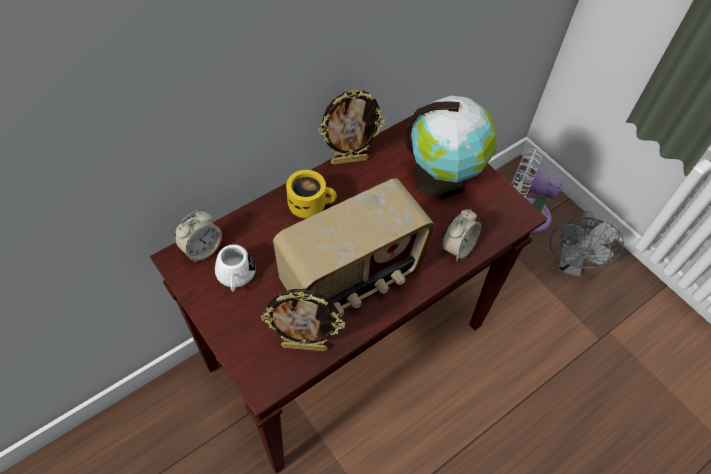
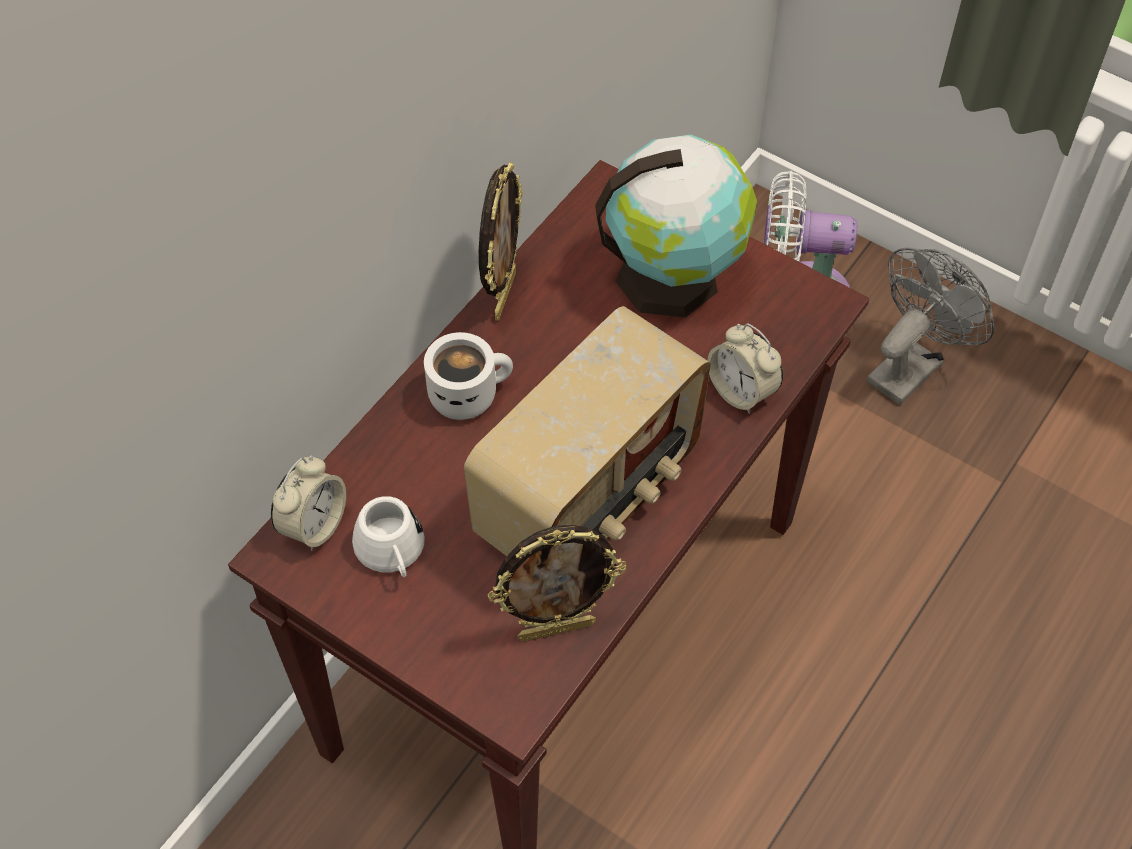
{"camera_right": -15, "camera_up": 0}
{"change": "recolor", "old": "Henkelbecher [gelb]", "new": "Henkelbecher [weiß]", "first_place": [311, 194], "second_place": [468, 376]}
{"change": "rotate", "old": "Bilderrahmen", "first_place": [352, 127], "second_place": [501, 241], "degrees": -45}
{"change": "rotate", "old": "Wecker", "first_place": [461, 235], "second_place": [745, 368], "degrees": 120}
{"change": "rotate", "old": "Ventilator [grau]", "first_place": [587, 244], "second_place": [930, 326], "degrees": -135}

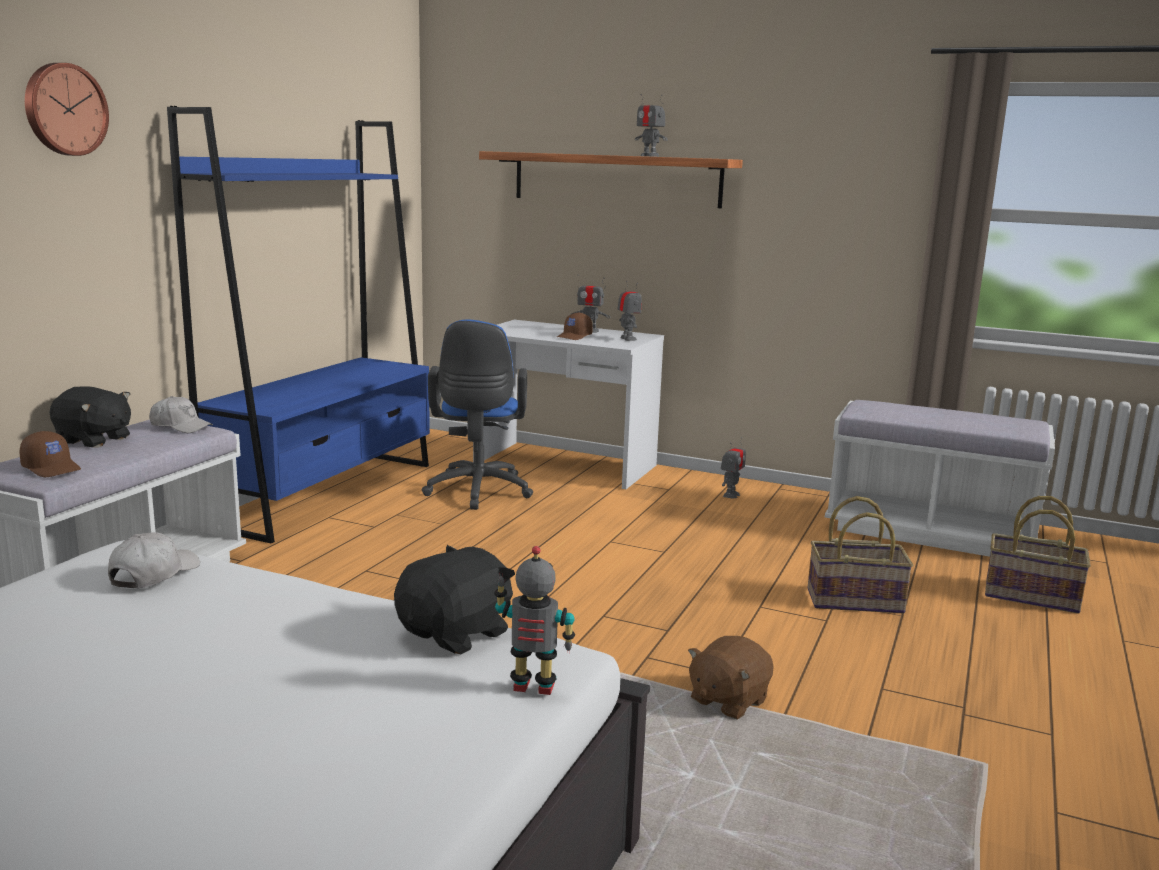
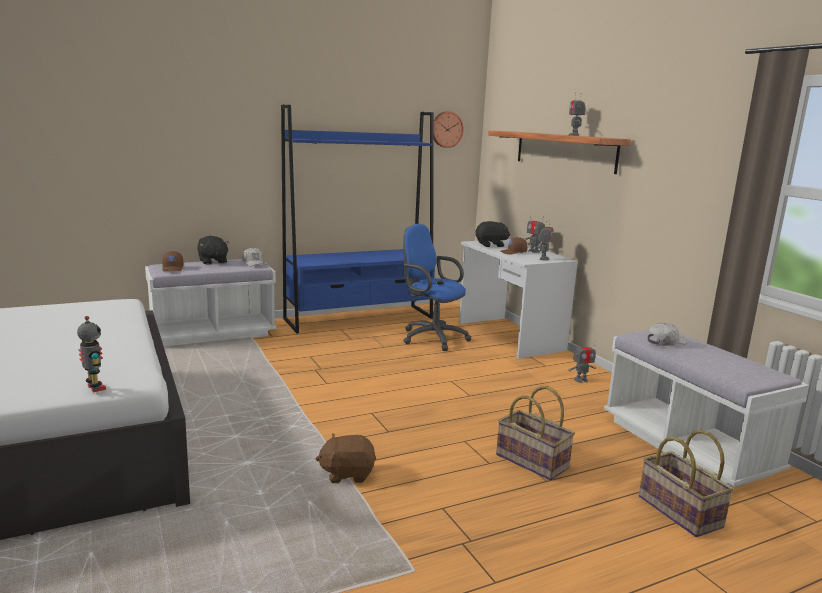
{"camera_right": 40, "camera_up": 0}
{"change": "move", "old": "Wanduhr", "first_place": [67, 109], "second_place": [449, 130]}
{"change": "move", "old": "Kappe [weiß]", "first_place": [154, 560], "second_place": [667, 334]}
{"change": "move", "old": "Plüschtier [schwarz]", "first_place": [454, 599], "second_place": [492, 234]}
{"change": "rotate", "old": "Bürostuhl [blau]", "first_place": [477, 414], "second_place": [437, 287], "degrees": 90}

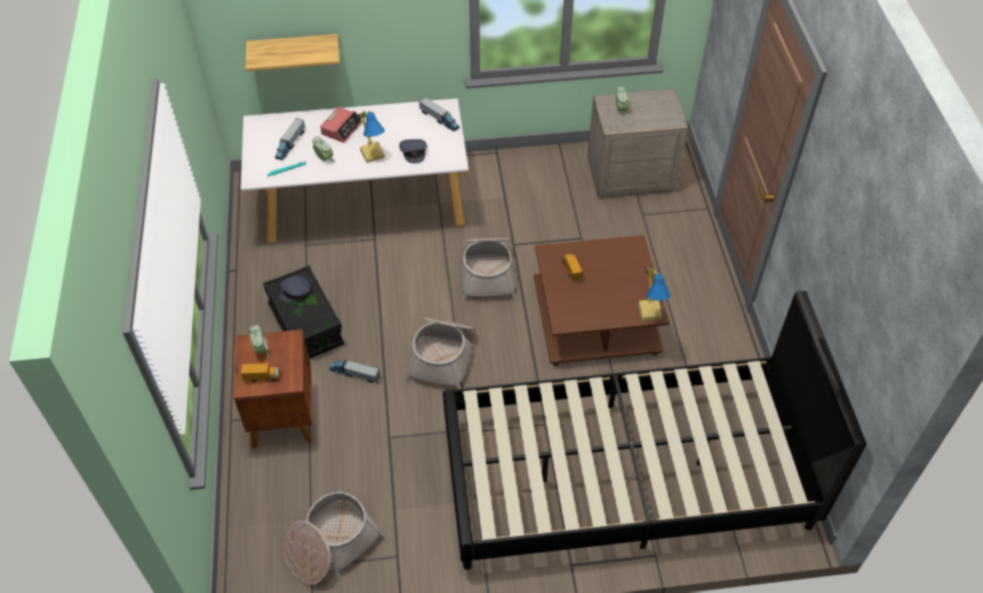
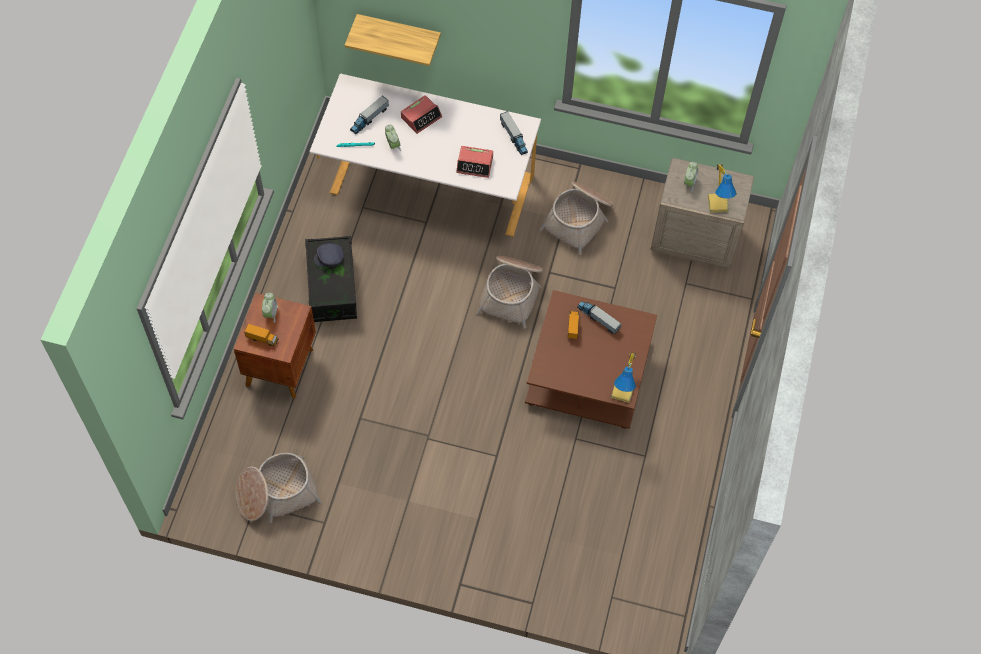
{"camera_right": 20, "camera_up": 10}
{"change": "move", "old": "Spielzeuglaster", "first_place": [354, 371], "second_place": [599, 318]}
{"change": "move", "old": "Tischlampe", "first_place": [371, 137], "second_place": [722, 188]}
{"change": "replace", "old": "Kappe [grau]", "new": "Wecker", "first_place": [413, 151], "second_place": [474, 162]}
{"change": "move", "old": "Korb", "first_place": [440, 353], "second_place": [576, 218]}
{"change": "delete", "old": "Bett [schwarz]", "first_place": [654, 430]}

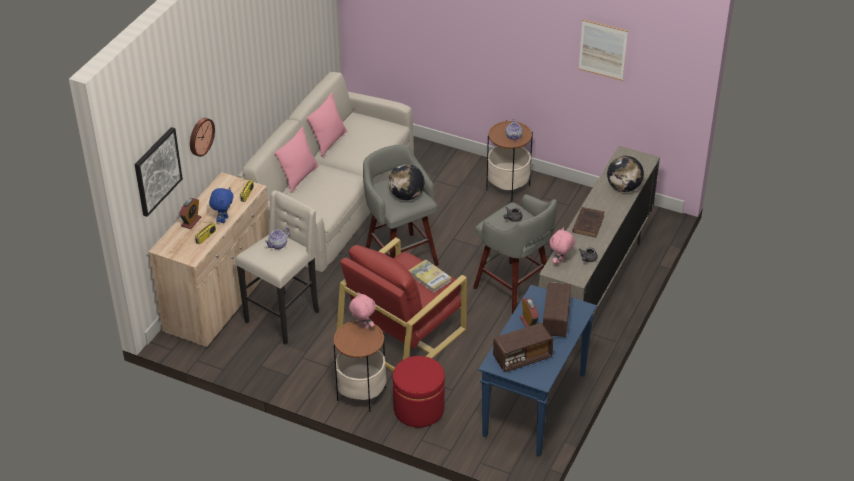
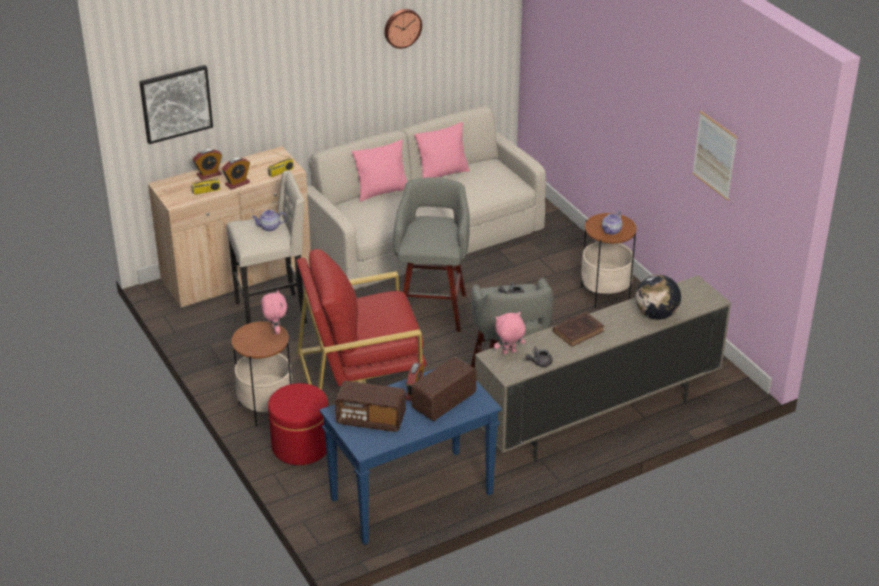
{"camera_right": 35, "camera_up": -5}
{"change": "move", "old": "Wanduhr", "first_place": [202, 137], "second_place": [403, 29]}
{"change": "replace", "old": "Plüschtier [blau]", "new": "Wecker", "first_place": [221, 205], "second_place": [236, 173]}
{"change": "delete", "old": "Globus", "first_place": [406, 182]}
{"change": "delete", "old": "Buch", "first_place": [429, 276]}

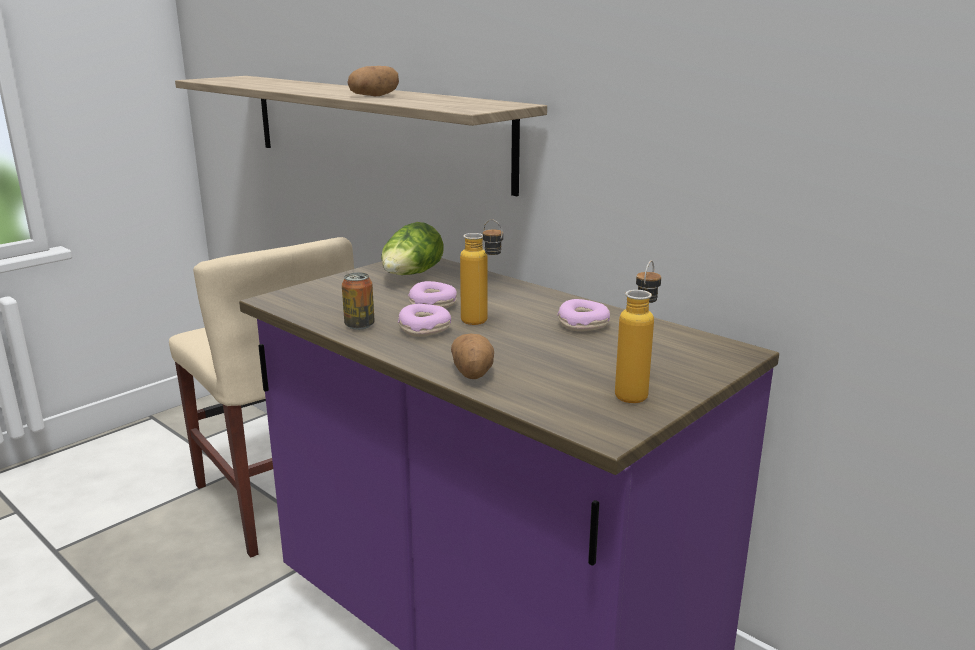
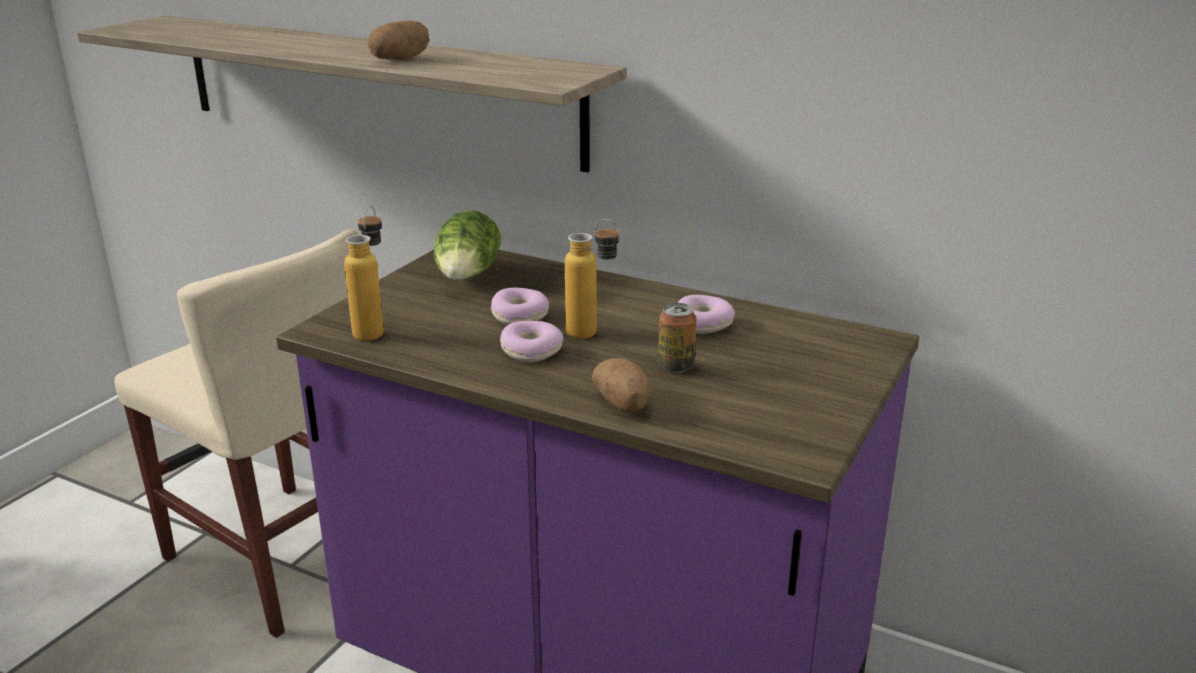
{"camera_right": -15, "camera_up": 5}
{"change": "move", "old": "Dose", "first_place": [358, 301], "second_place": [677, 338]}
{"change": "move", "old": "Flasche", "first_place": [638, 331], "second_place": [364, 273]}

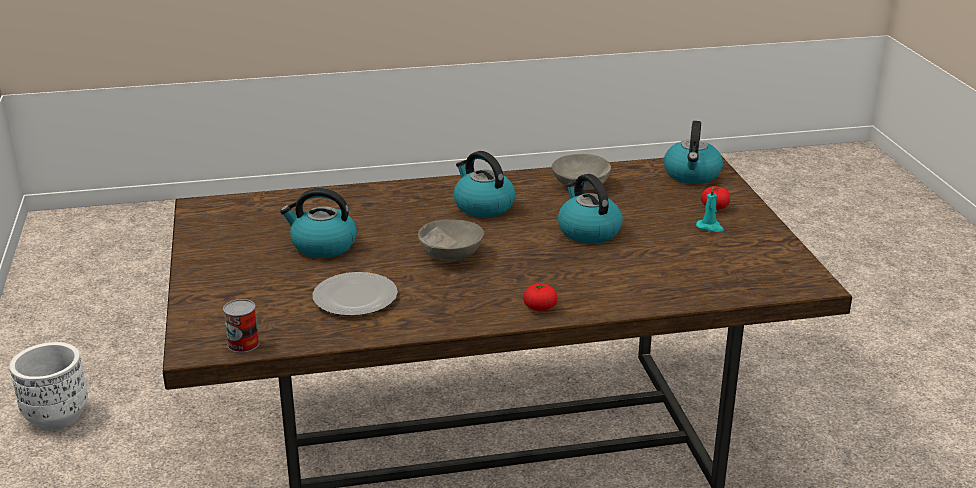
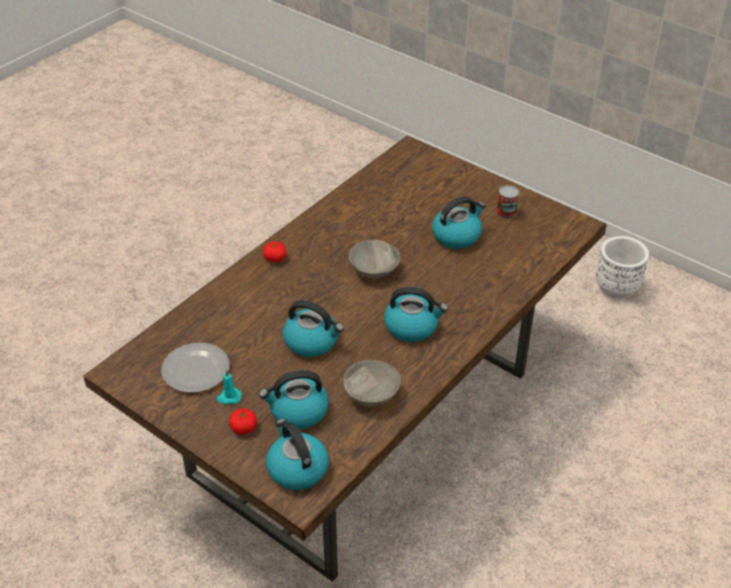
{"camera_right": 140, "camera_up": 15}
{"change": "move", "old": "Dose", "first_place": [241, 326], "second_place": [508, 202]}
{"change": "move", "old": "Teller", "first_place": [355, 294], "second_place": [195, 368]}
{"change": "insert", "new": "Wasserkessel", "second_place": [294, 399]}

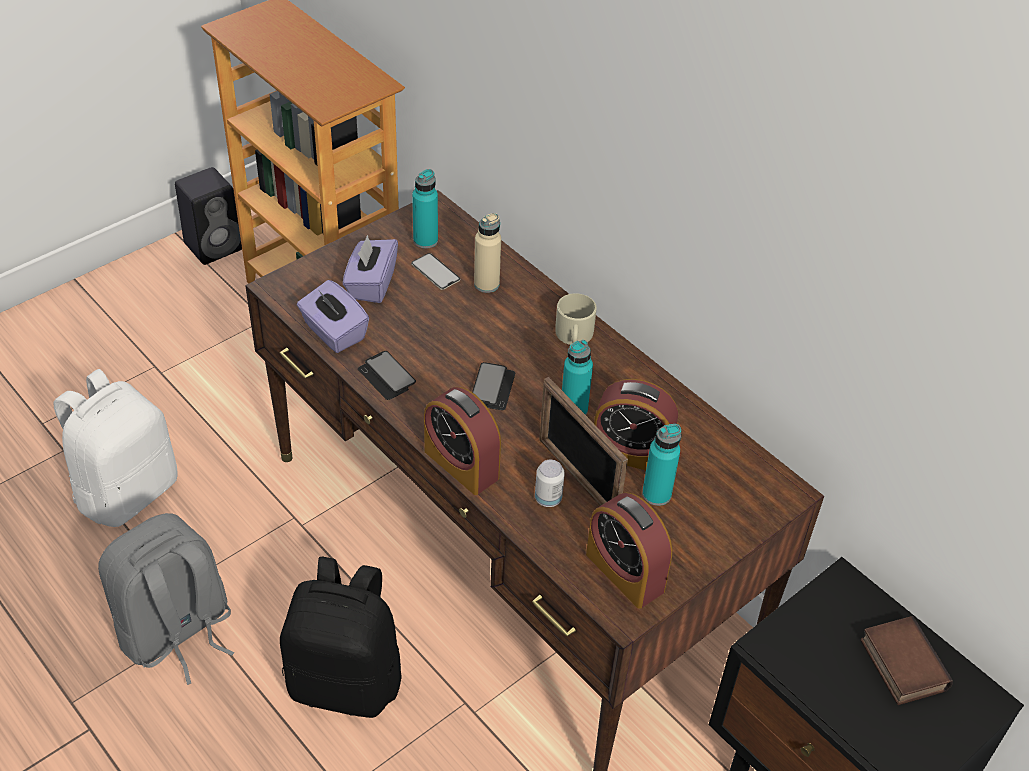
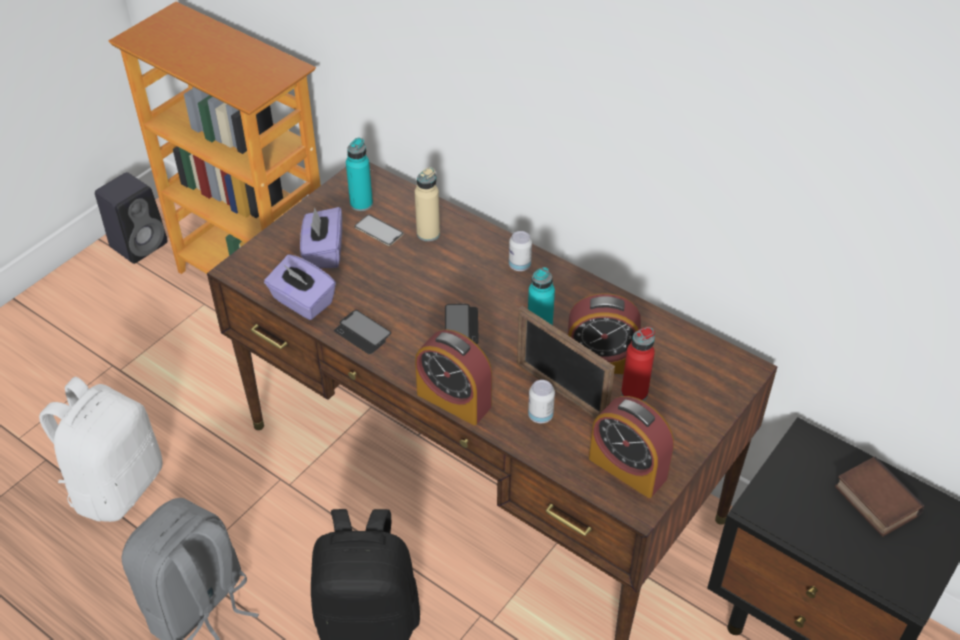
{"camera_right": -10, "camera_up": 0}
{"change": "replace", "old": "Henkelbecher [beige]", "new": "Dose", "first_place": [576, 319], "second_place": [520, 251]}
{"change": "recolor", "old": "Flasche [türkis]", "new": "Flasche [rot]", "first_place": [661, 465], "second_place": [638, 364]}

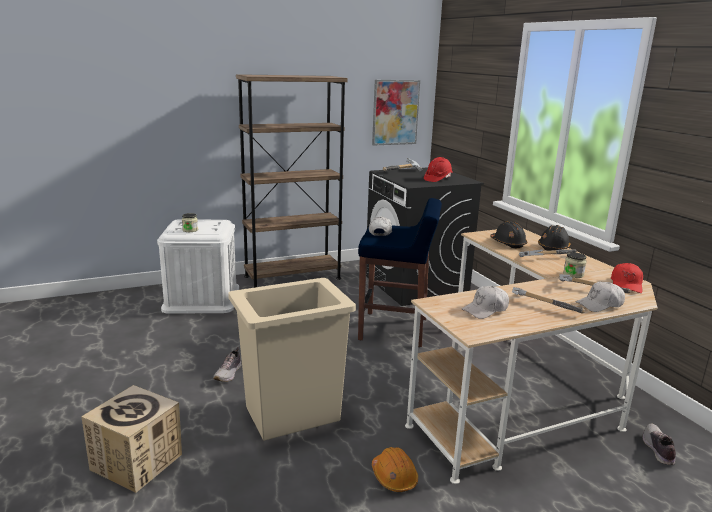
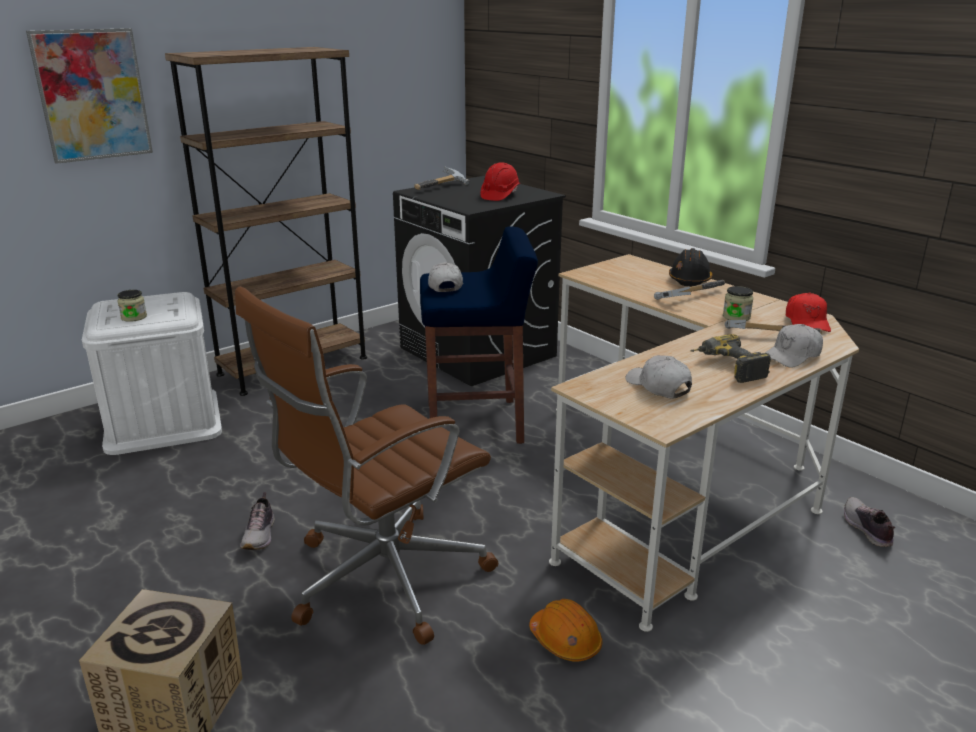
{"camera_right": -15, "camera_up": 5}
{"change": "replace", "old": "Mülleimer [beige]", "new": "Bürostuhl [braun]", "first_place": [292, 359], "second_place": [366, 466]}
{"change": "move", "old": "Bild", "first_place": [396, 113], "second_place": [89, 96]}
{"change": "rotate", "old": "Kappe [weiß]", "first_place": [485, 302], "second_place": [659, 377], "degrees": 105}
{"change": "delete", "old": "Schutzhelm [schwarz]", "first_place": [508, 234]}
{"change": "replace", "old": "Hammer", "new": "Bohrmaschine", "first_place": [548, 300], "second_place": [731, 358]}

